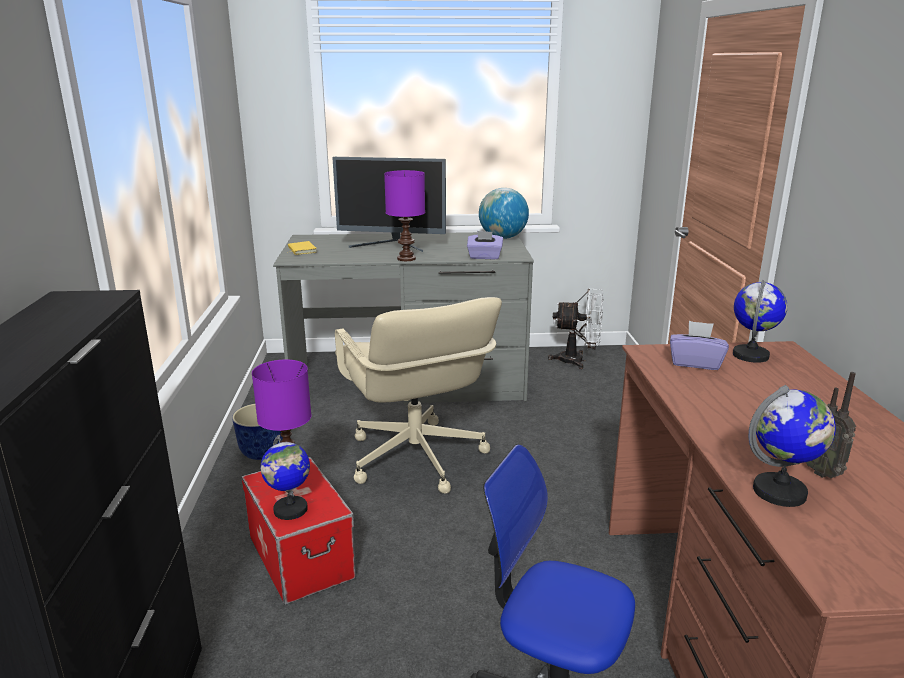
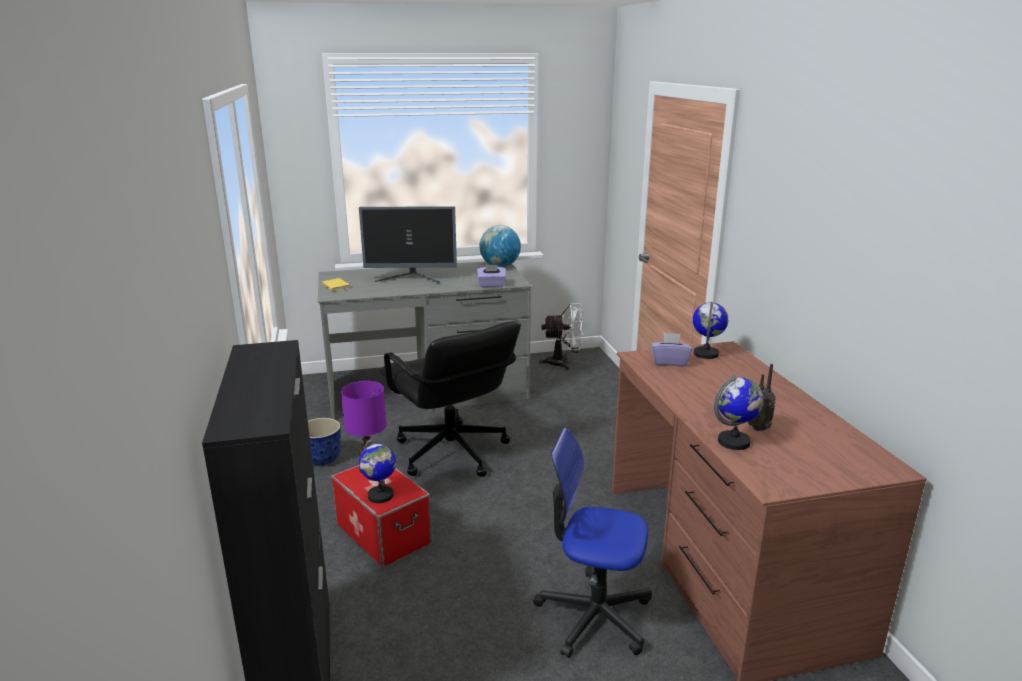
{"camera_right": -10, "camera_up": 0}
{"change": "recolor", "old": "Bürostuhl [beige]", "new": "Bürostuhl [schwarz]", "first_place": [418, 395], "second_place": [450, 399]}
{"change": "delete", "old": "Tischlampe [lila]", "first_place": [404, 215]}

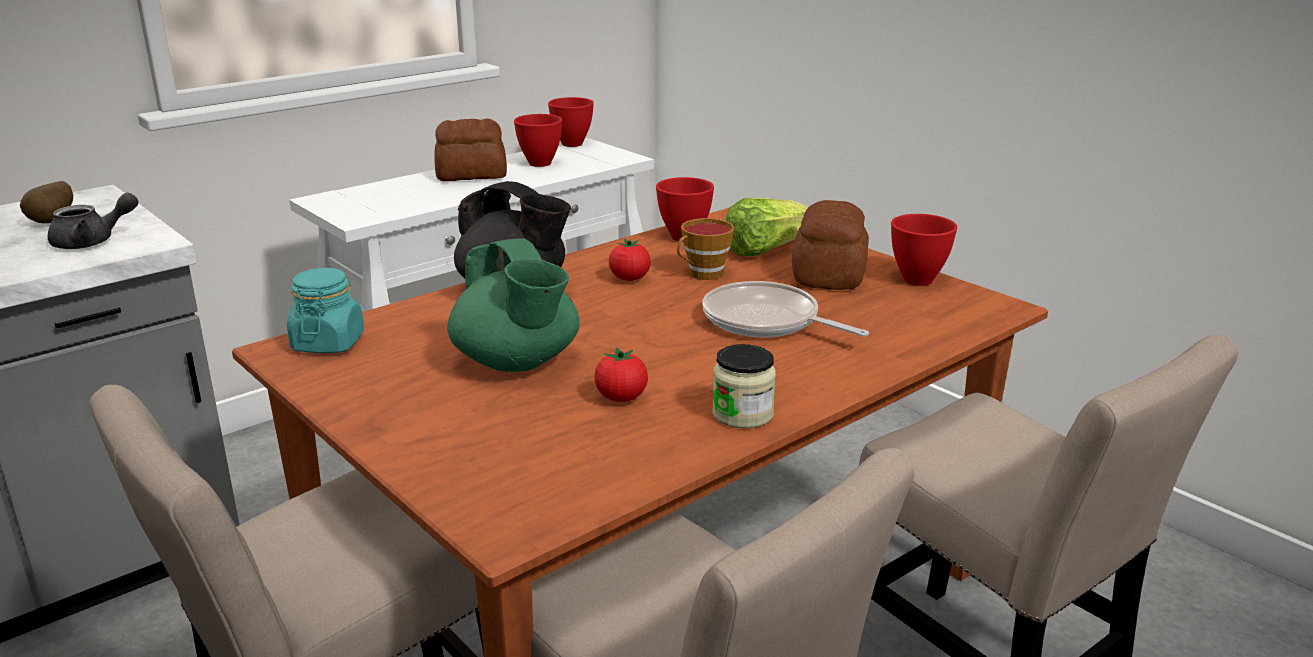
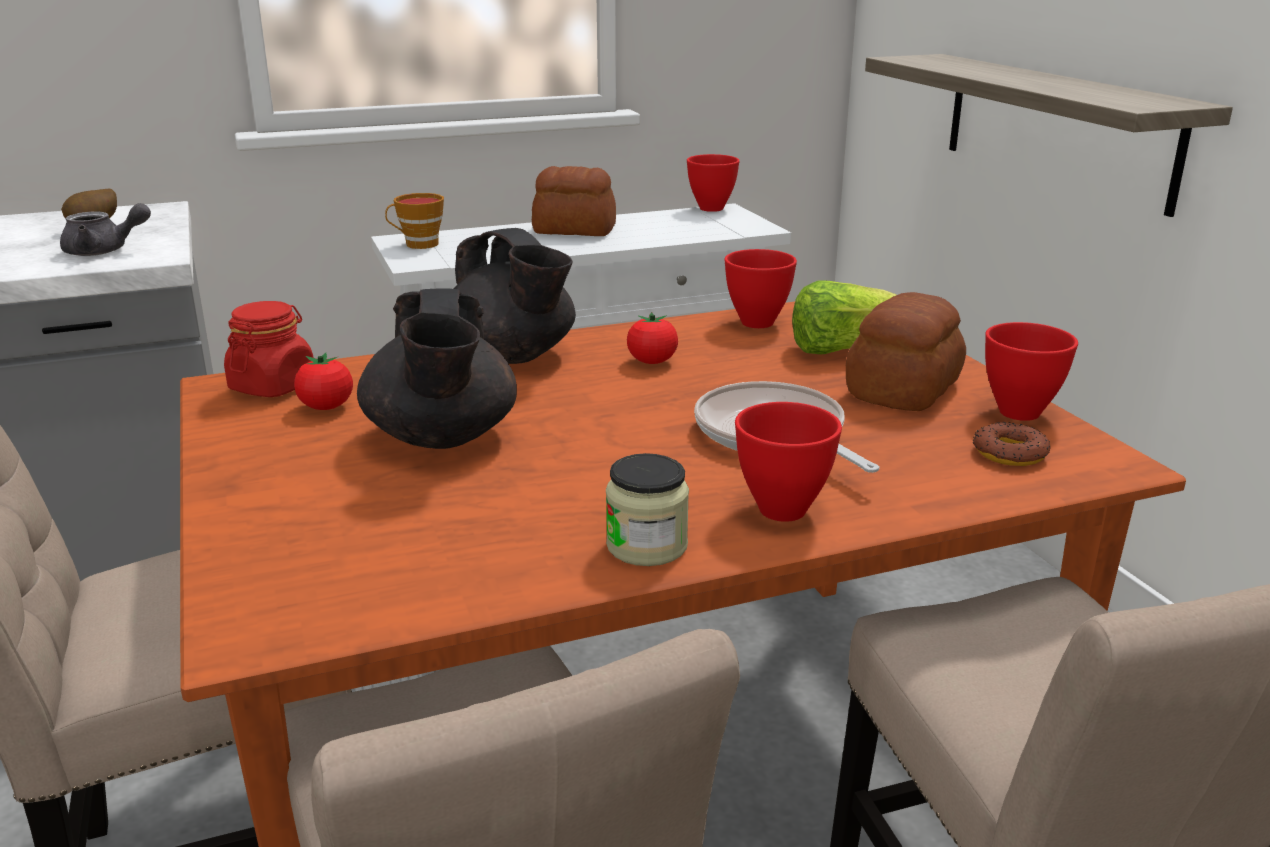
{"camera_right": 20, "camera_up": 0}
{"change": "recolor", "old": "Vorratsglas [türkis]", "new": "Vorratsglas [rot]", "first_place": [325, 310], "second_place": [269, 349]}
{"change": "recolor", "old": "Teekanne [grün]", "new": "Teekanne [schwarz]", "first_place": [513, 305], "second_place": [437, 368]}
{"change": "move", "old": "Schüssel [rot]", "first_place": [538, 140], "second_place": [788, 462]}
{"change": "move", "old": "Tomate", "first_place": [621, 374], "second_place": [323, 381]}
{"change": "move", "old": "Tasse", "first_place": [705, 249], "second_place": [414, 221]}
{"change": "insert", "new": "Wandregal", "second_place": [1049, 135]}
{"change": "insert", "new": "Donut", "second_place": [1012, 444]}

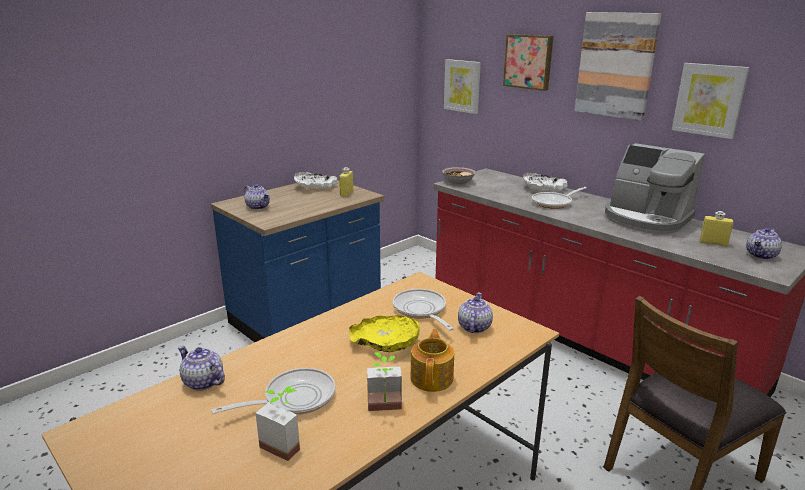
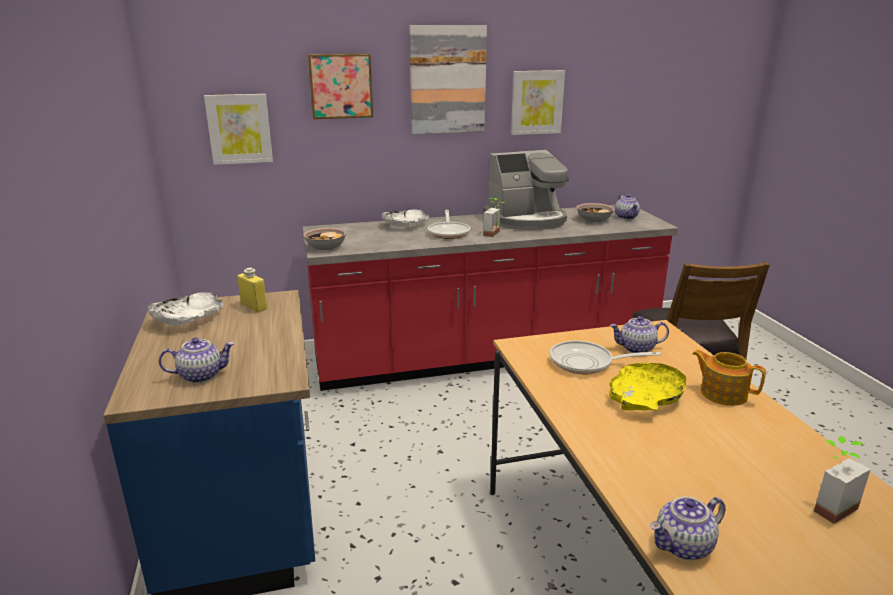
{"camera_right": -60, "camera_up": 0}
{"change": "delete", "old": "Pfanne", "first_place": [273, 391]}
{"change": "move", "old": "Topfpflanze", "first_place": [384, 381], "second_place": [493, 217]}
{"change": "rotate", "old": "Teekanne", "first_place": [475, 312], "second_place": [639, 334], "degrees": -45}
{"change": "replace", "old": "Flasche [gelb]", "new": "Schüssel", "first_place": [717, 229], "second_place": [596, 212]}

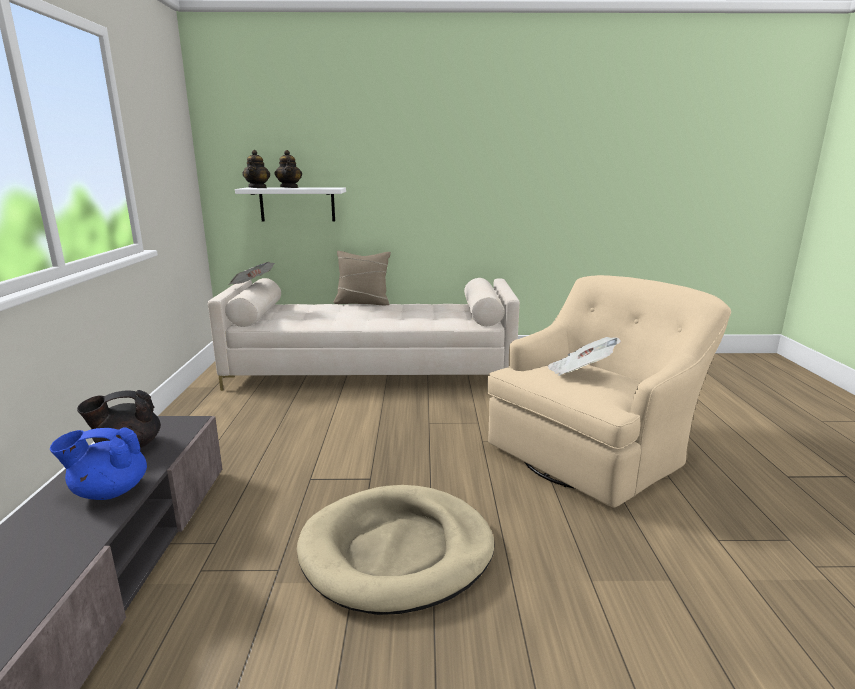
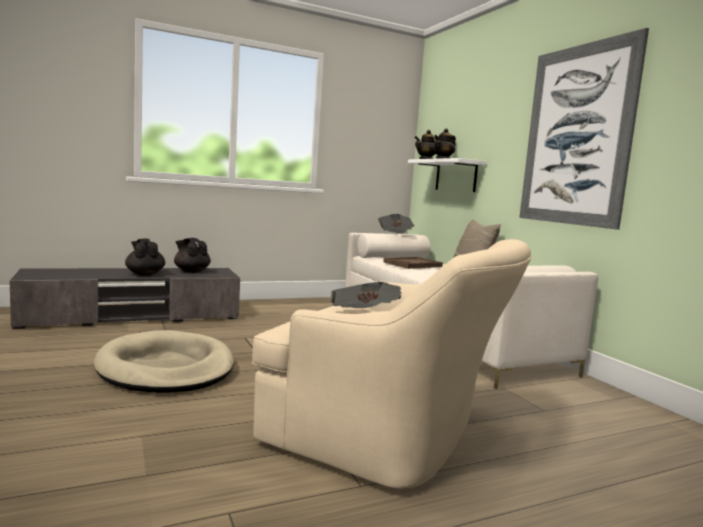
{"camera_right": 65, "camera_up": -10}
{"change": "recolor", "old": "Teekanne [blau]", "new": "Teekanne [schwarz]", "first_place": [98, 463], "second_place": [145, 257]}
{"change": "insert", "new": "Tablett [braun]", "second_place": [413, 263]}
{"change": "insert", "new": "Bild", "second_place": [584, 129]}

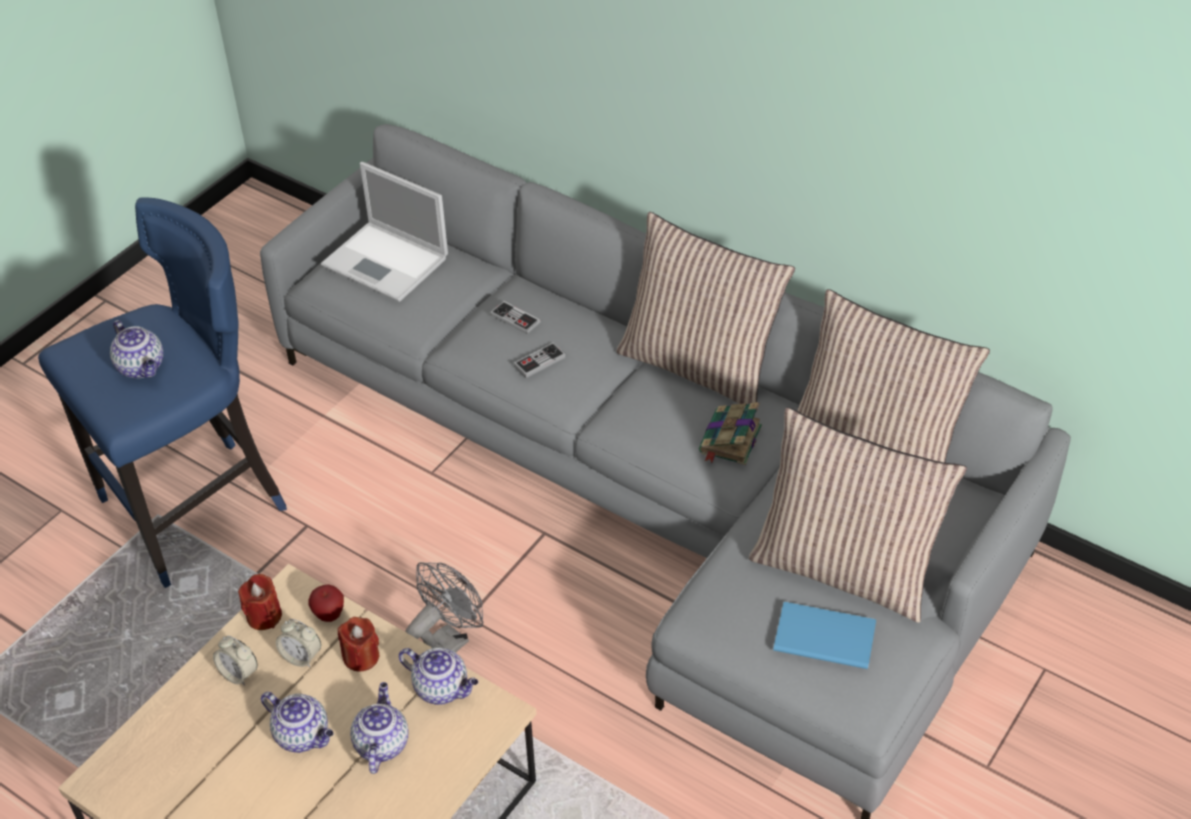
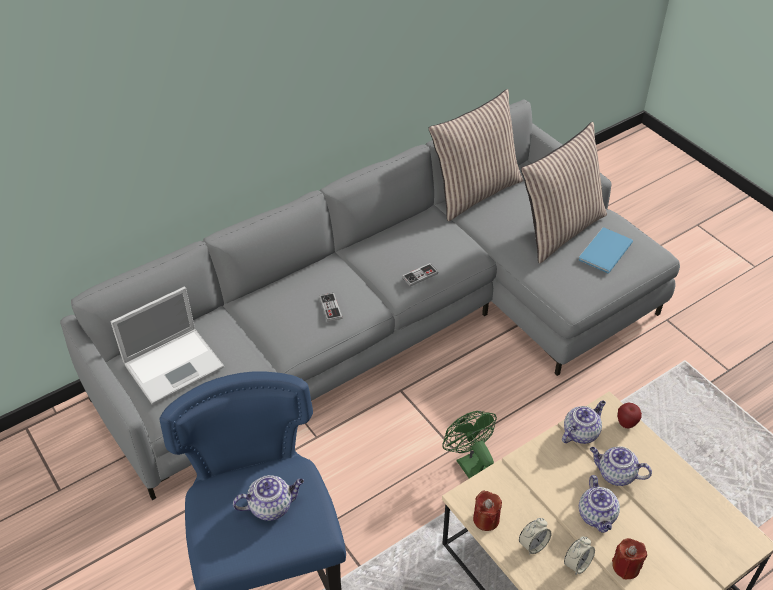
{"camera_right": -70, "camera_up": 0}
{"change": "rotate", "old": "Teekanne", "first_place": [297, 722], "second_place": [599, 504], "degrees": 120}
{"change": "move", "old": "Wecker", "first_place": [298, 643], "second_place": [579, 556]}
{"change": "move", "old": "Apfel", "first_place": [326, 603], "second_place": [630, 415]}
{"change": "move", "old": "Kerze [rot]", "first_place": [358, 644], "second_place": [629, 558]}
{"change": "recolor", "old": "Ventilator [grau]", "new": "Ventilator [grün]", "first_place": [444, 607], "second_place": [469, 444]}
{"change": "move", "old": "Gamepad", "first_place": [515, 317], "second_place": [420, 274]}
{"change": "delete", "old": "Kissen", "first_place": [705, 311]}
{"change": "delete", "old": "Buch", "first_place": [730, 433]}

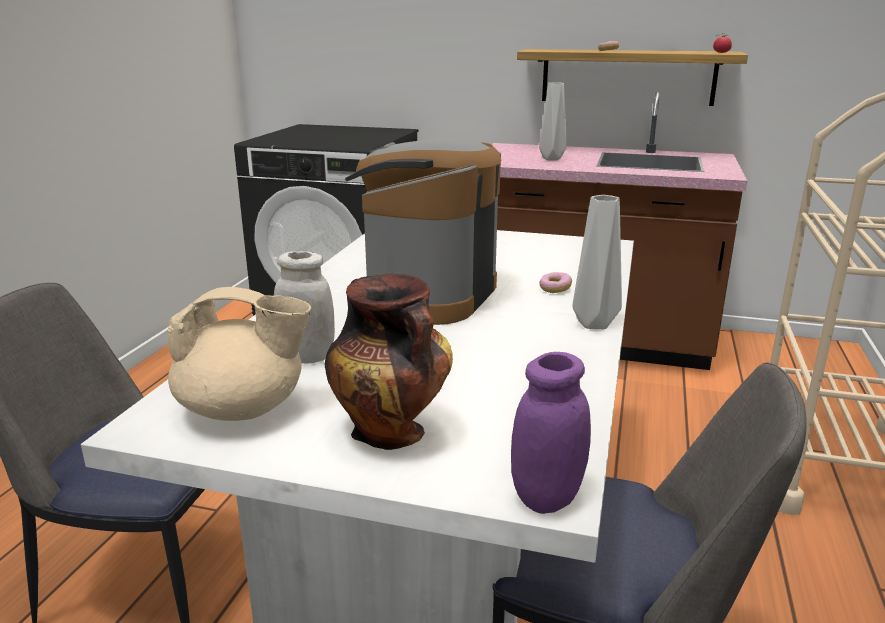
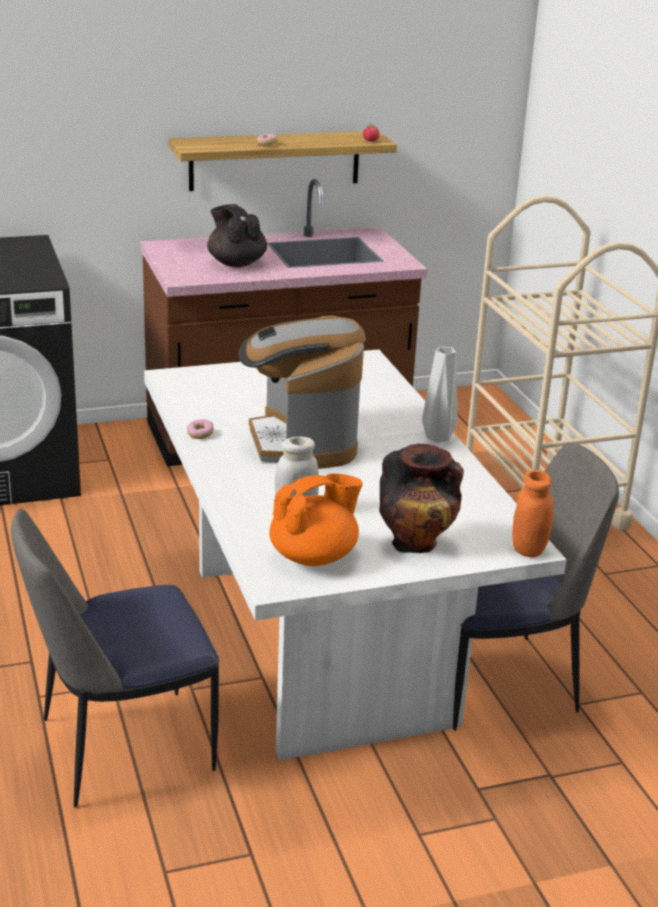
{"camera_right": -35, "camera_up": 5}
{"change": "recolor", "old": "Teekanne [beige]", "new": "Teekanne [orange]", "first_place": [239, 354], "second_place": [316, 519]}
{"change": "recolor", "old": "Vorratsglas [lila]", "new": "Vorratsglas [orange]", "first_place": [551, 433], "second_place": [533, 514]}
{"change": "replace", "old": "Vase [grau]", "new": "Teekanne [schwarz]", "first_place": [553, 121], "second_place": [237, 235]}
{"change": "move", "old": "Donut", "first_place": [555, 282], "second_place": [200, 429]}

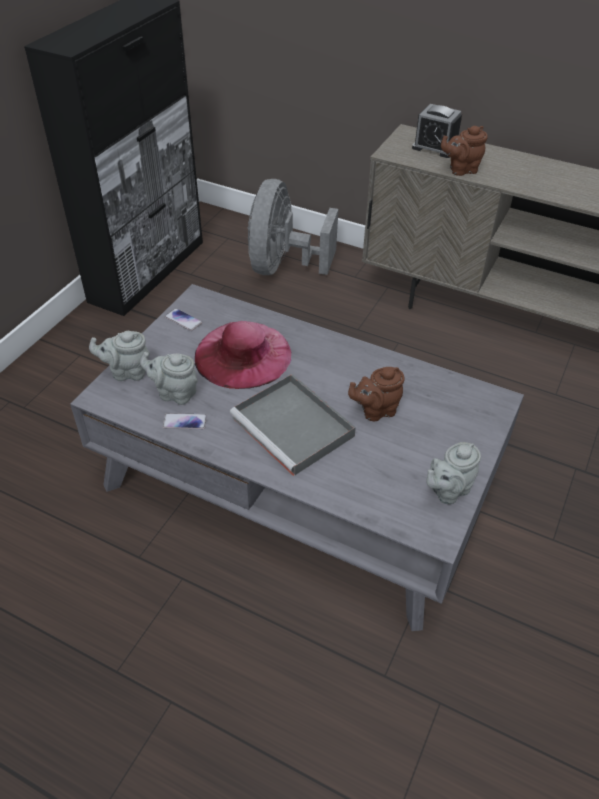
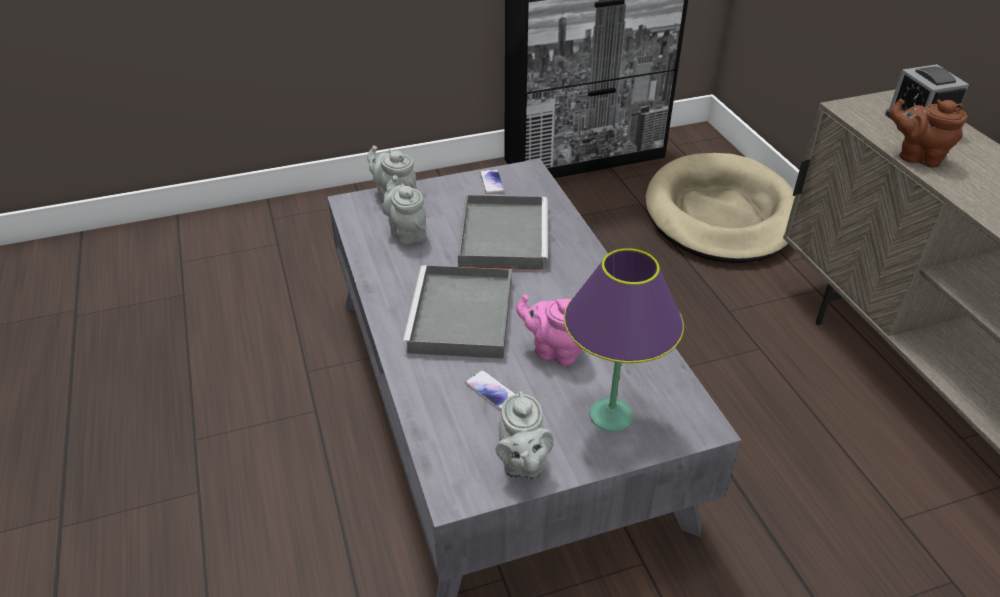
{"camera_right": 45, "camera_up": -5}
{"change": "move", "old": "Handy", "first_place": [185, 421], "second_place": [490, 390]}
{"change": "replace", "old": "Hut [rosa]", "new": "Tablett [grau]", "first_place": [243, 355], "second_place": [503, 232]}
{"change": "replace", "old": "Ventilator [grau]", "new": "Hundebett [beige]", "first_place": [293, 227], "second_place": [720, 208]}
{"change": "recolor", "old": "Teekanne [braun]", "new": "Teekanne [rosa]", "first_place": [376, 394], "second_place": [549, 330]}
{"change": "rotate", "old": "Teekanne [grau]", "first_place": [453, 473], "second_place": [525, 435], "degrees": -105}
{"change": "insert", "new": "Tischlampe [lila]", "second_place": [624, 340]}

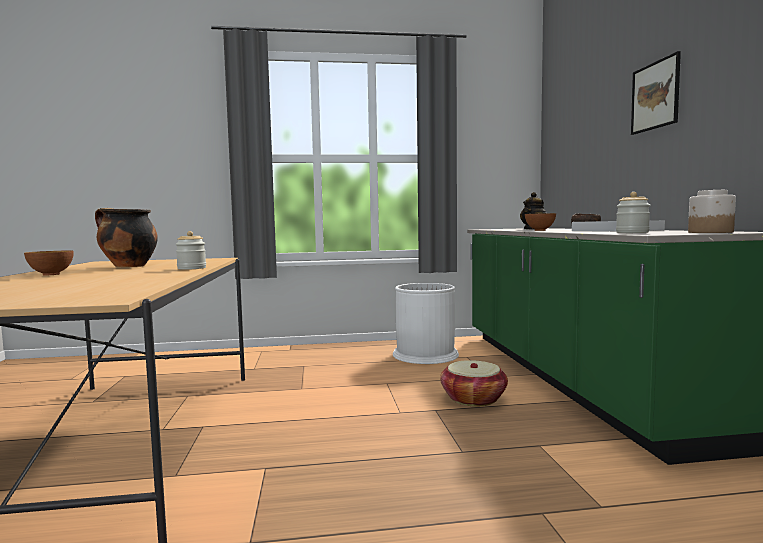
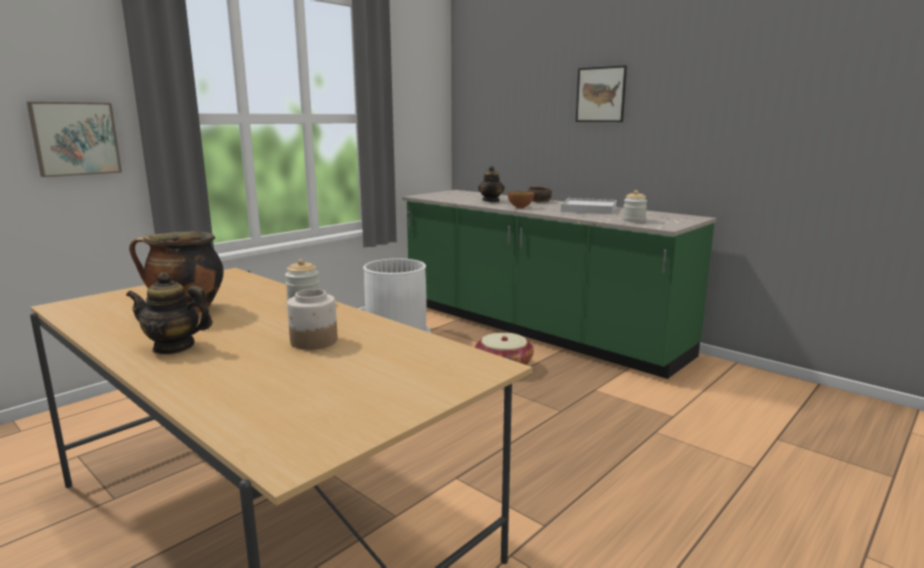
{"camera_right": -40, "camera_up": 10}
{"change": "replace", "old": "Schüssel", "new": "Teekanne", "first_place": [49, 263], "second_place": [169, 313]}
{"change": "move", "old": "Vorratsglas", "first_place": [712, 211], "second_place": [312, 319]}
{"change": "insert", "new": "Bild", "second_place": [74, 139]}

